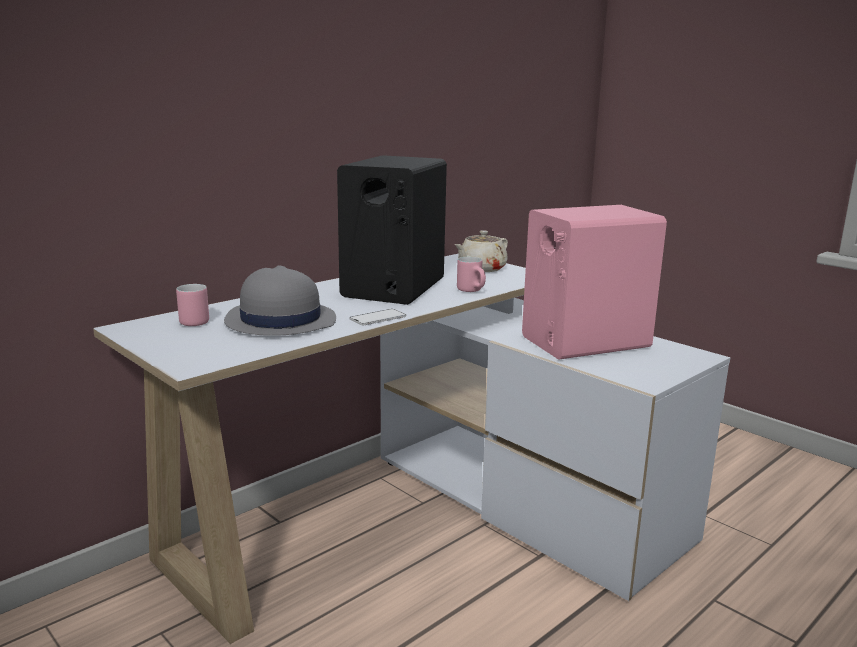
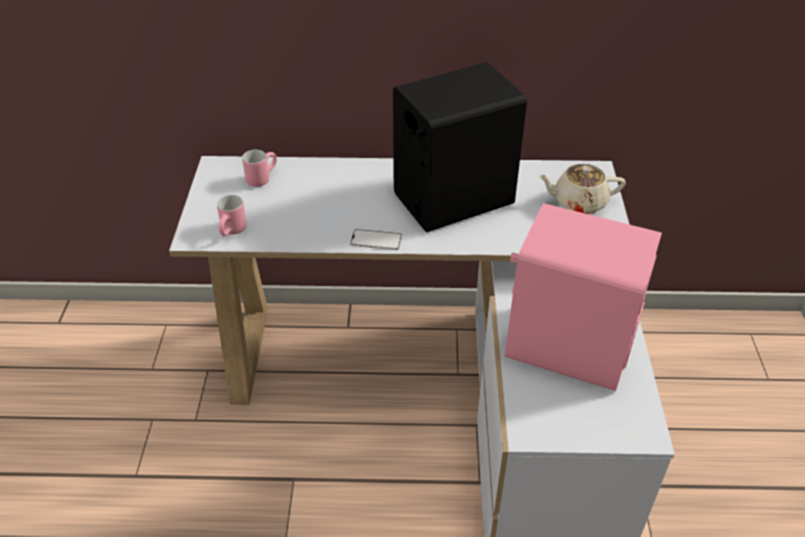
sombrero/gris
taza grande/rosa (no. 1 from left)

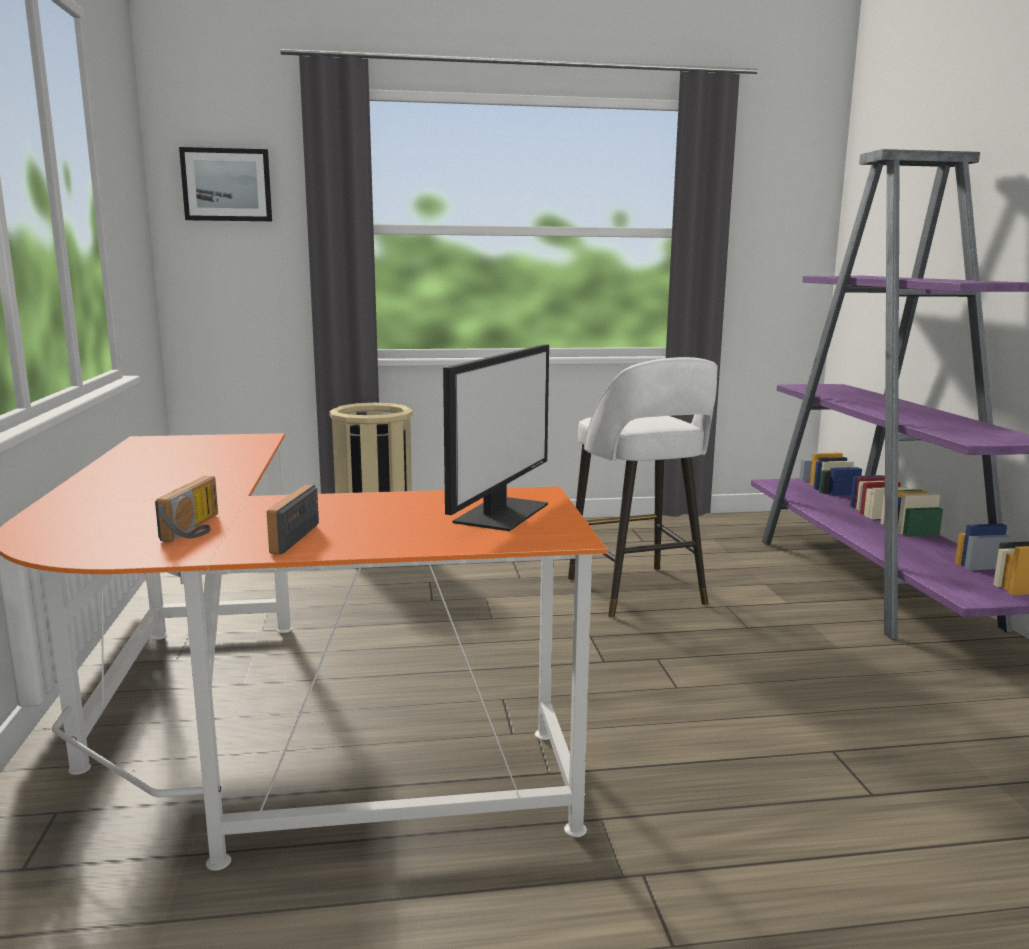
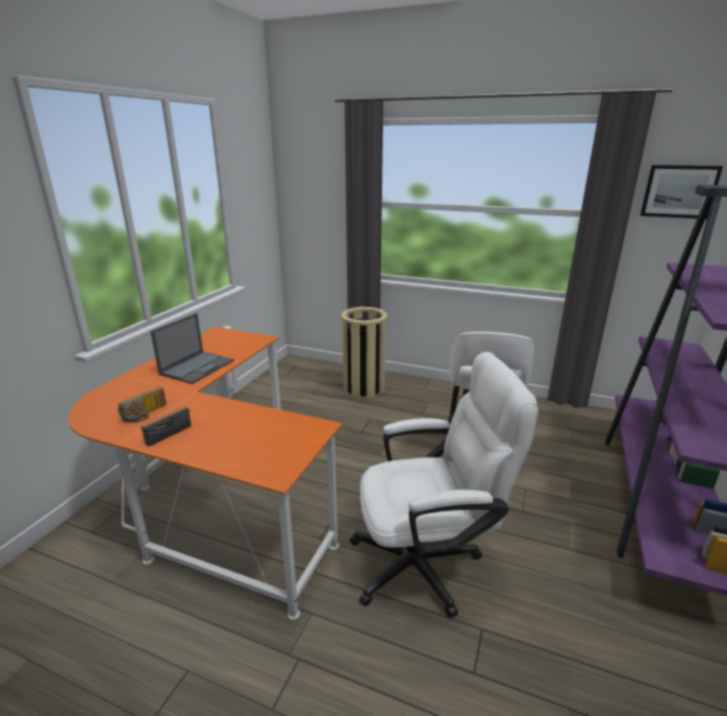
monitor
portátil
silla de oficina/blanco
cuadro

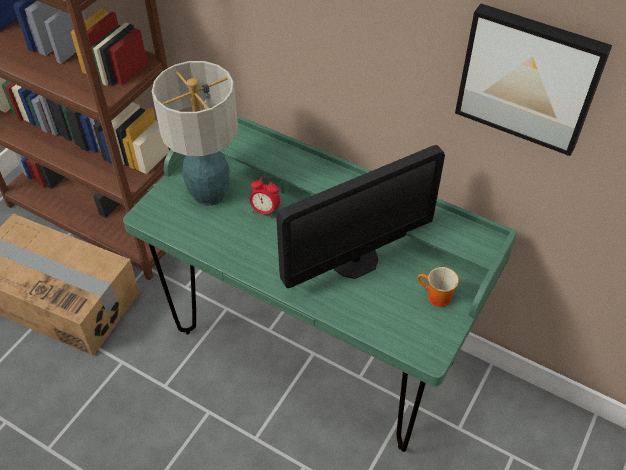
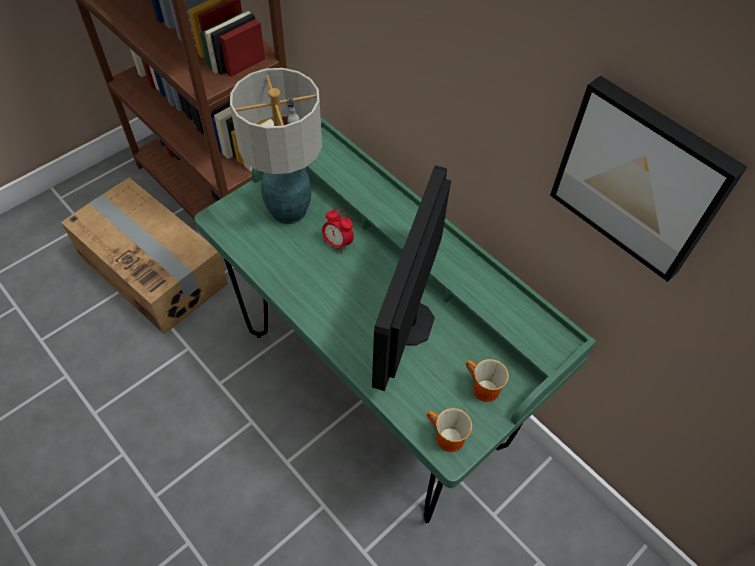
taza grande (no. 1 from left)
monitor

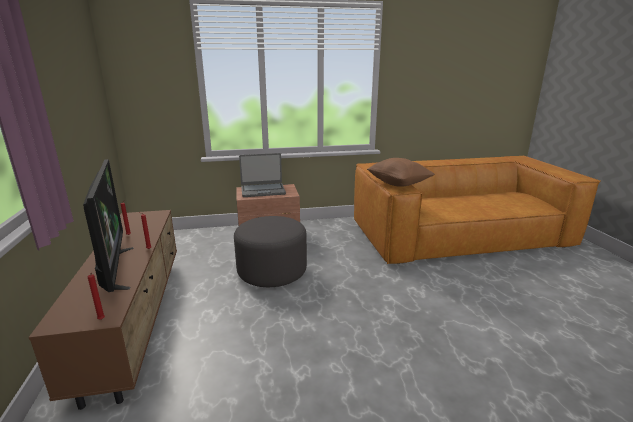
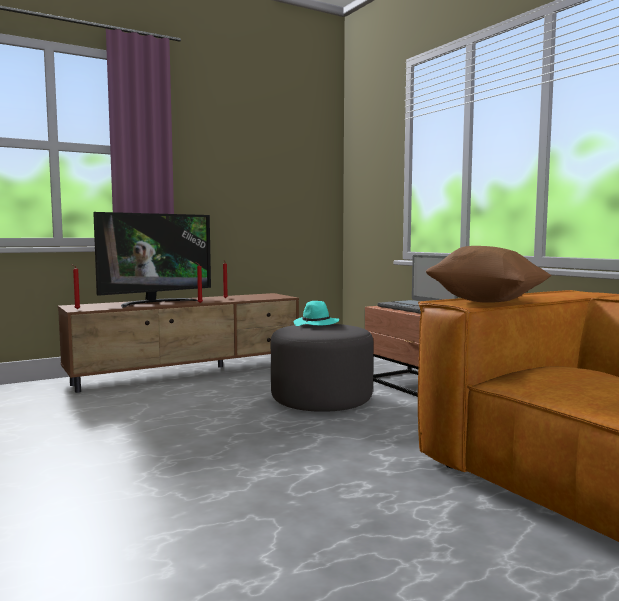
sombrero/turquesa

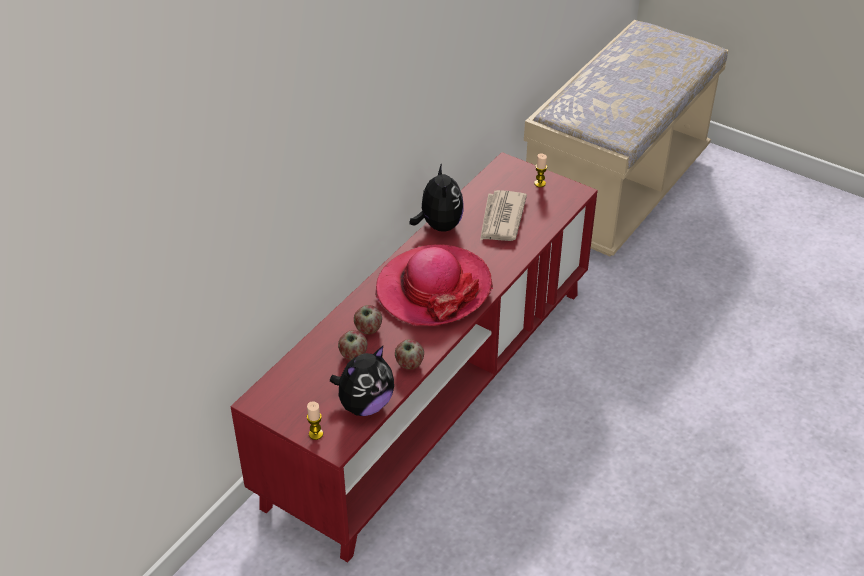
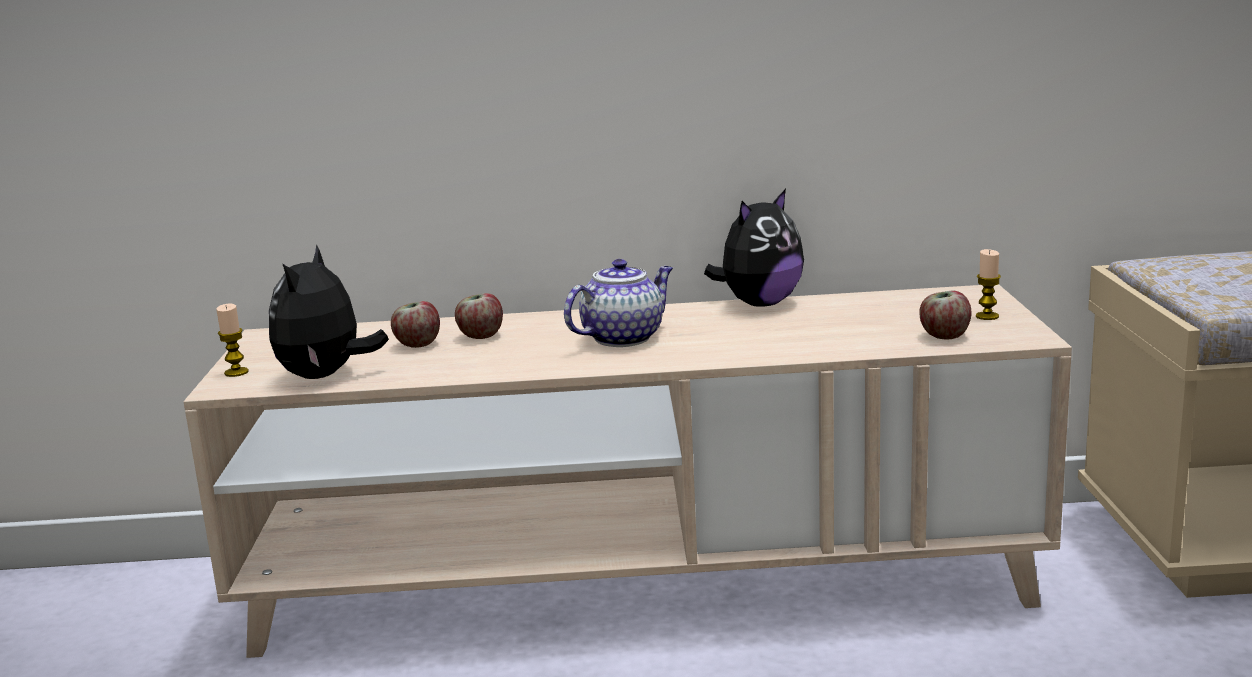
periódico
manzana (no. 3 from left)
tetera
mueble de televisión/beis
peluche (no. 1 from left)

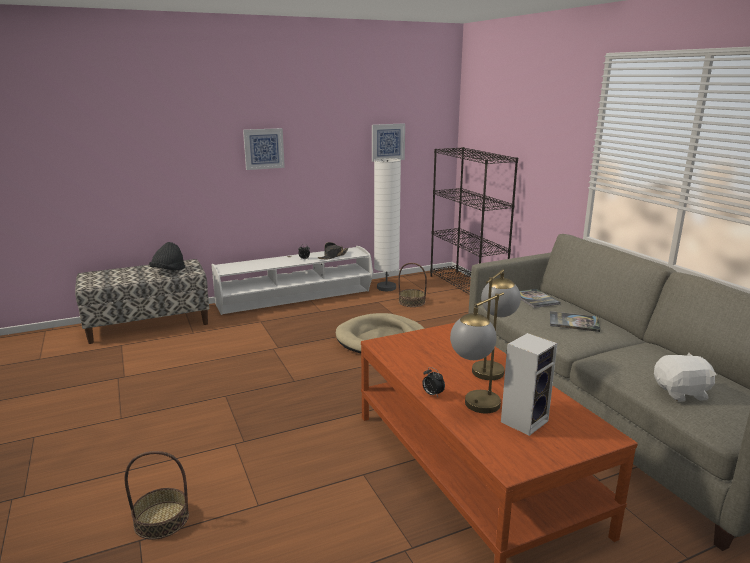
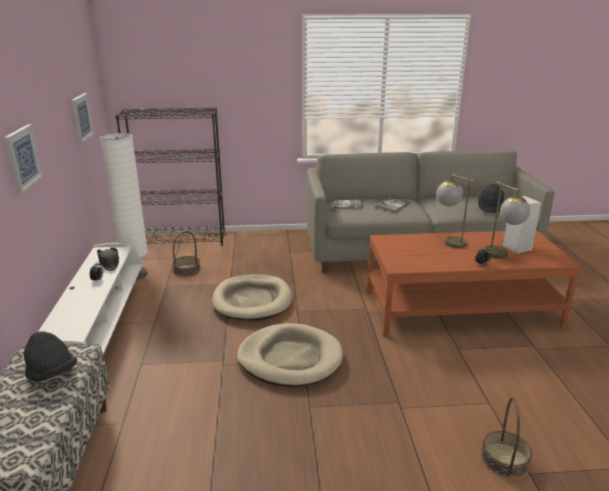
cama para perro/beis (no. 2 from left)
sombrero/negro (no. 3 from left)

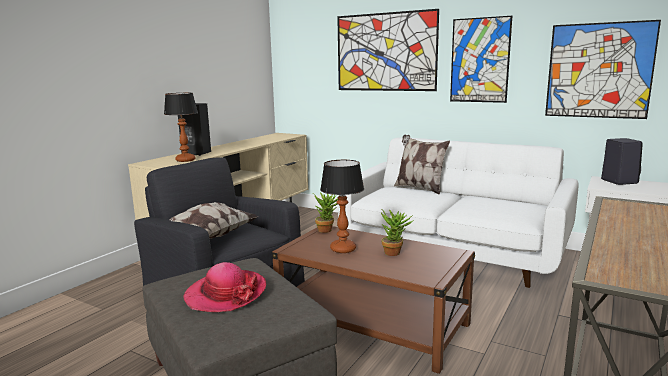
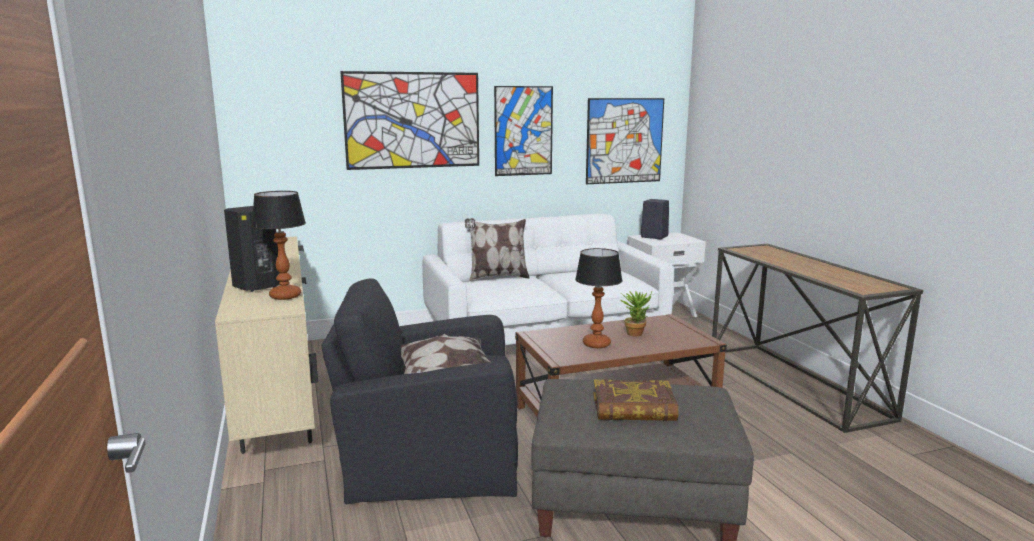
planta en maceta (no. 1 from left in the first image)
libro

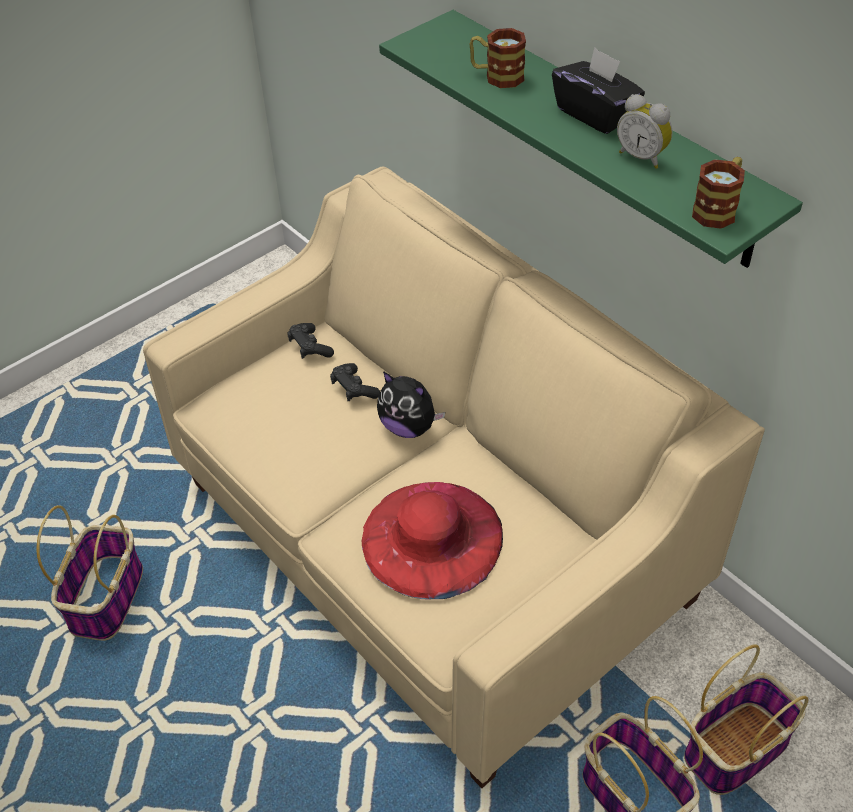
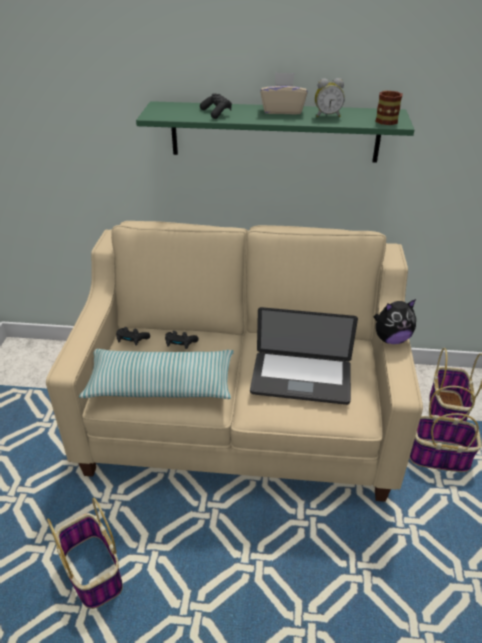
cojín
peluche
portátil
mando de consola/negro (no. 3 from left)
caja de pañuelos/beis

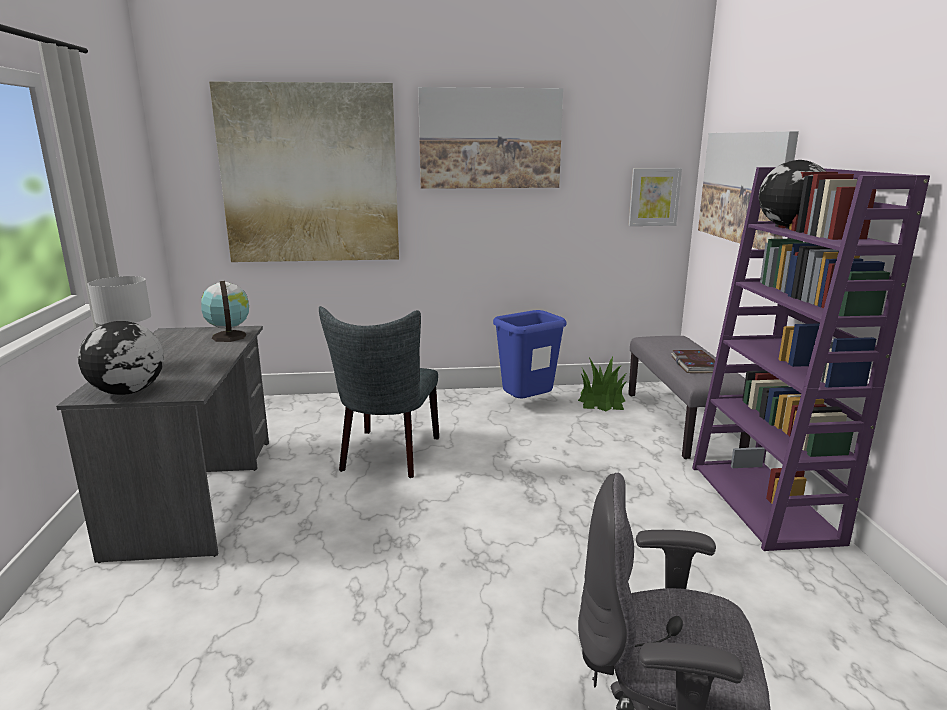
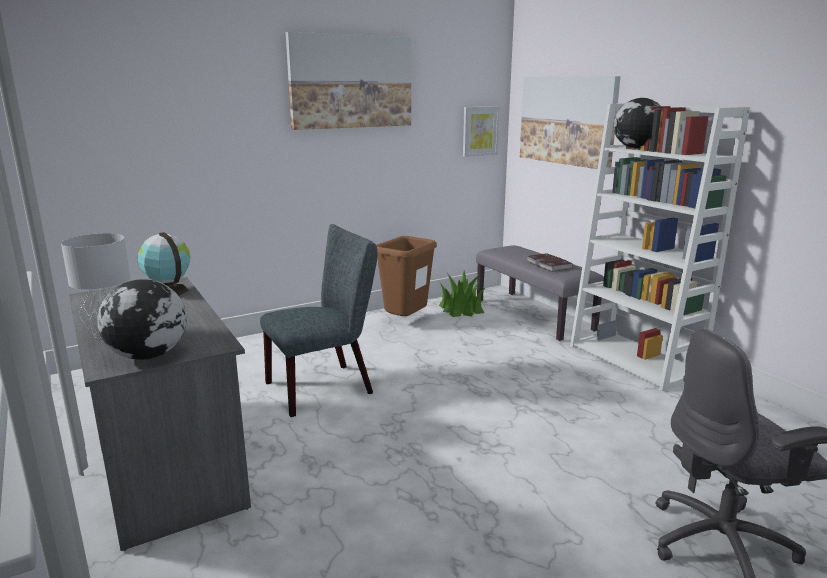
cuadro (no. 1 from left in the first image)
papelera/marrón
estantería/blanco
silla/gris

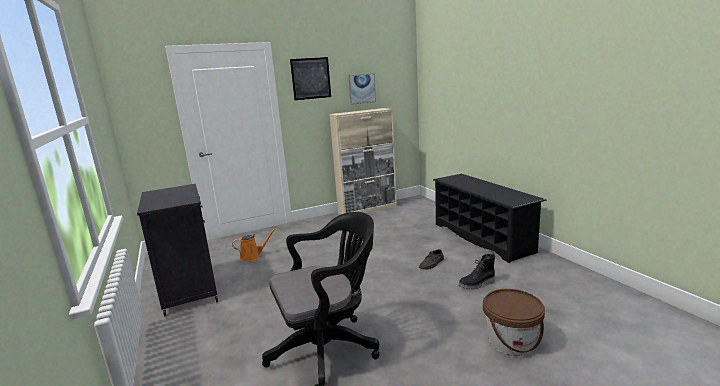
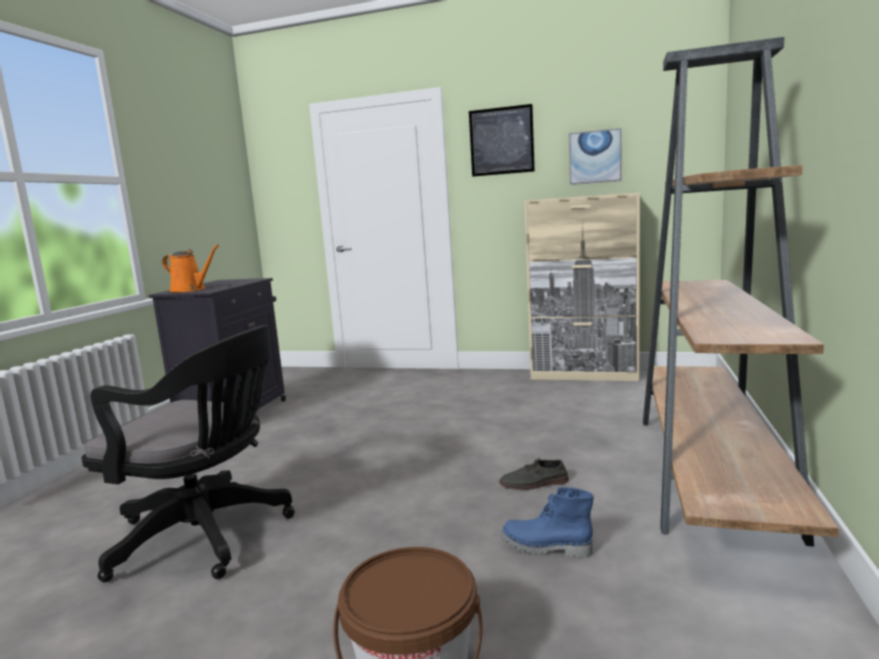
regadera/naranja
estantería/marrón
bota/azul

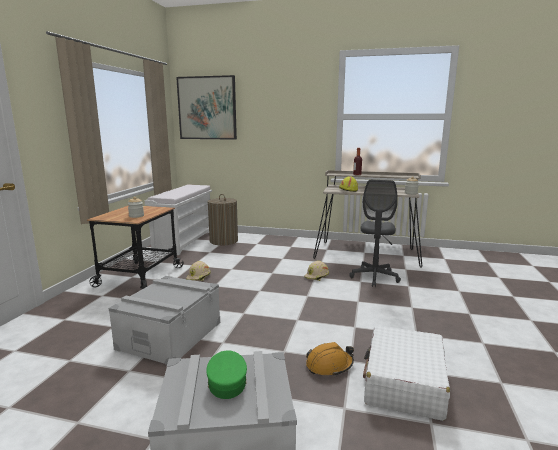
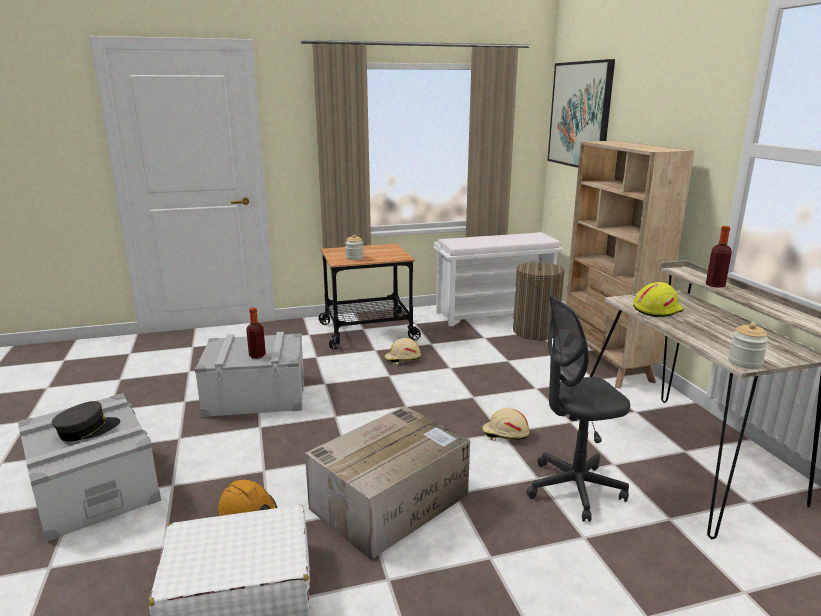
botella (no. 1 from left)
caja de cartón
estantería/beis
gorra/gris

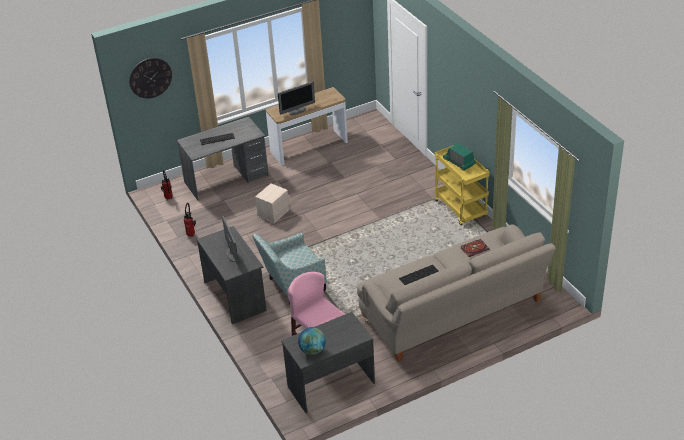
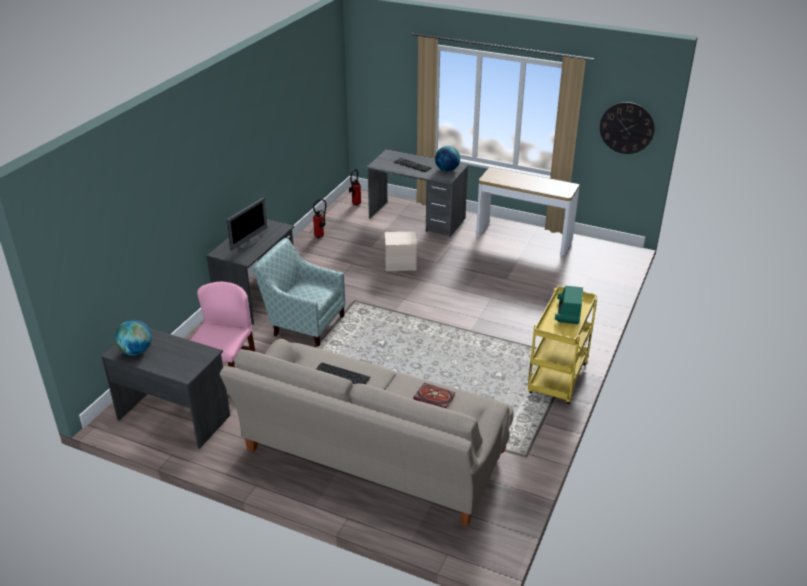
monitor (no. 2 from left in the first image)
globo terráqueo (no. 2 from left)
reloj de pared

